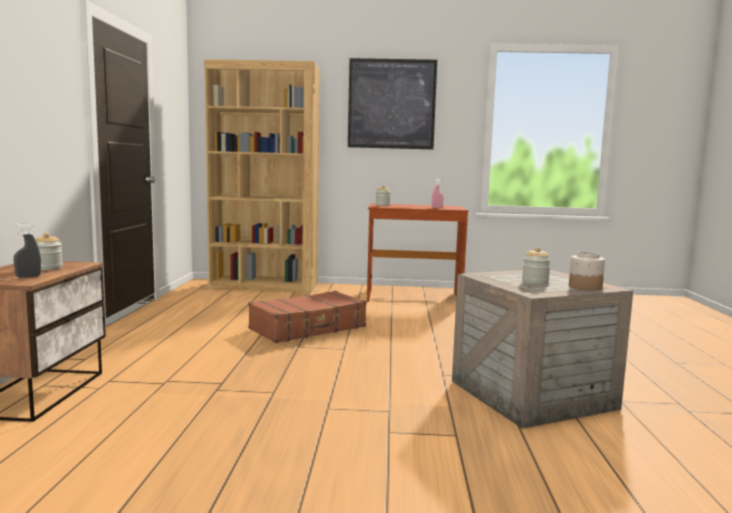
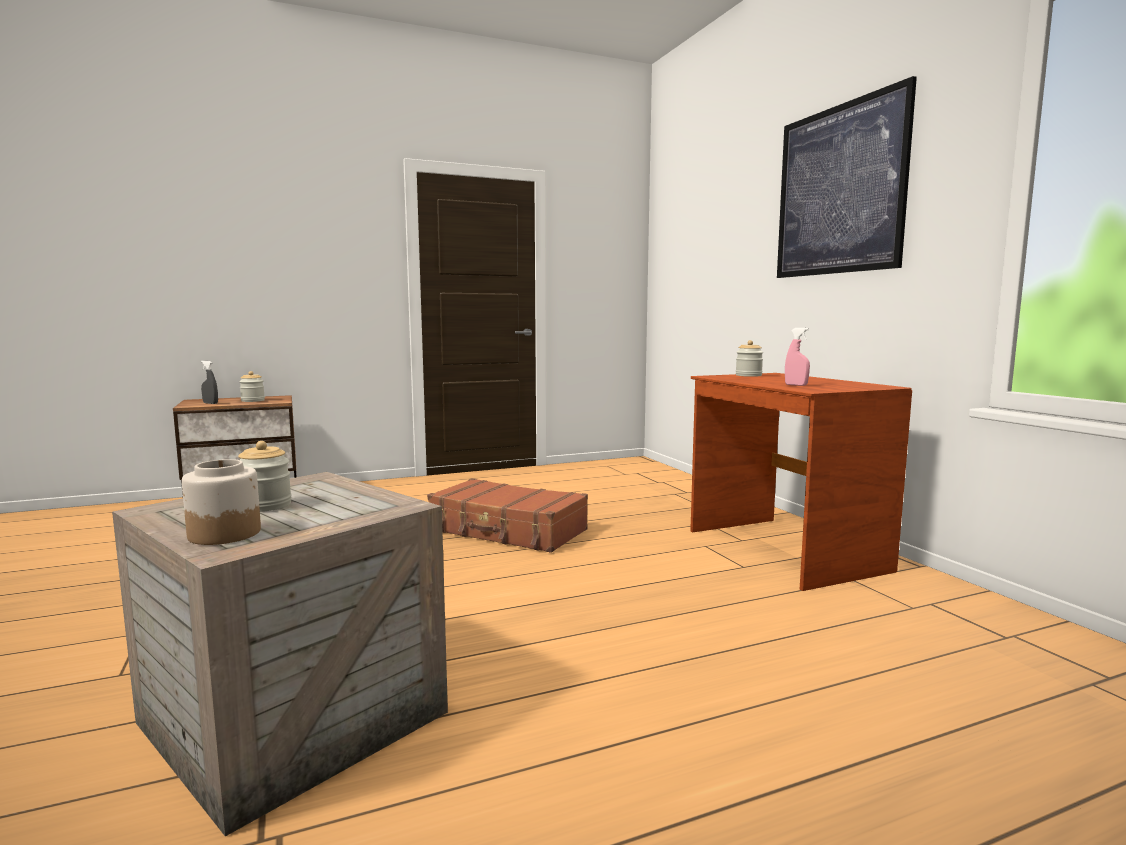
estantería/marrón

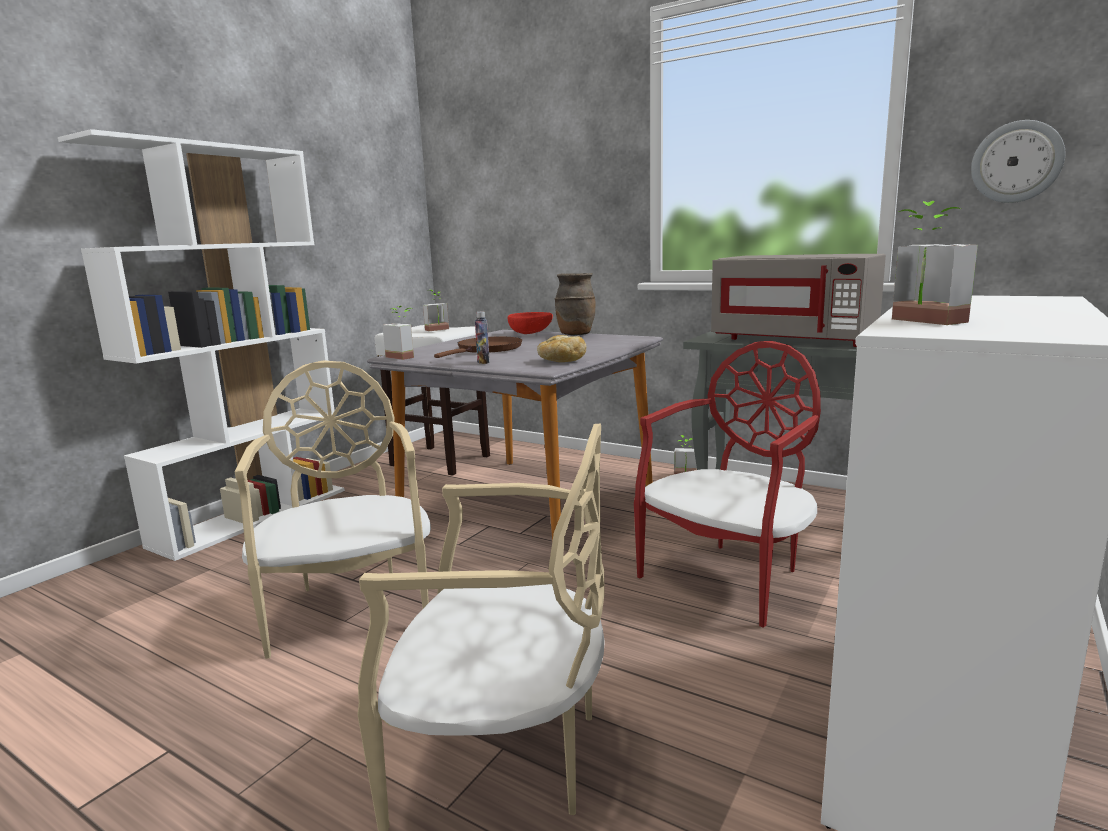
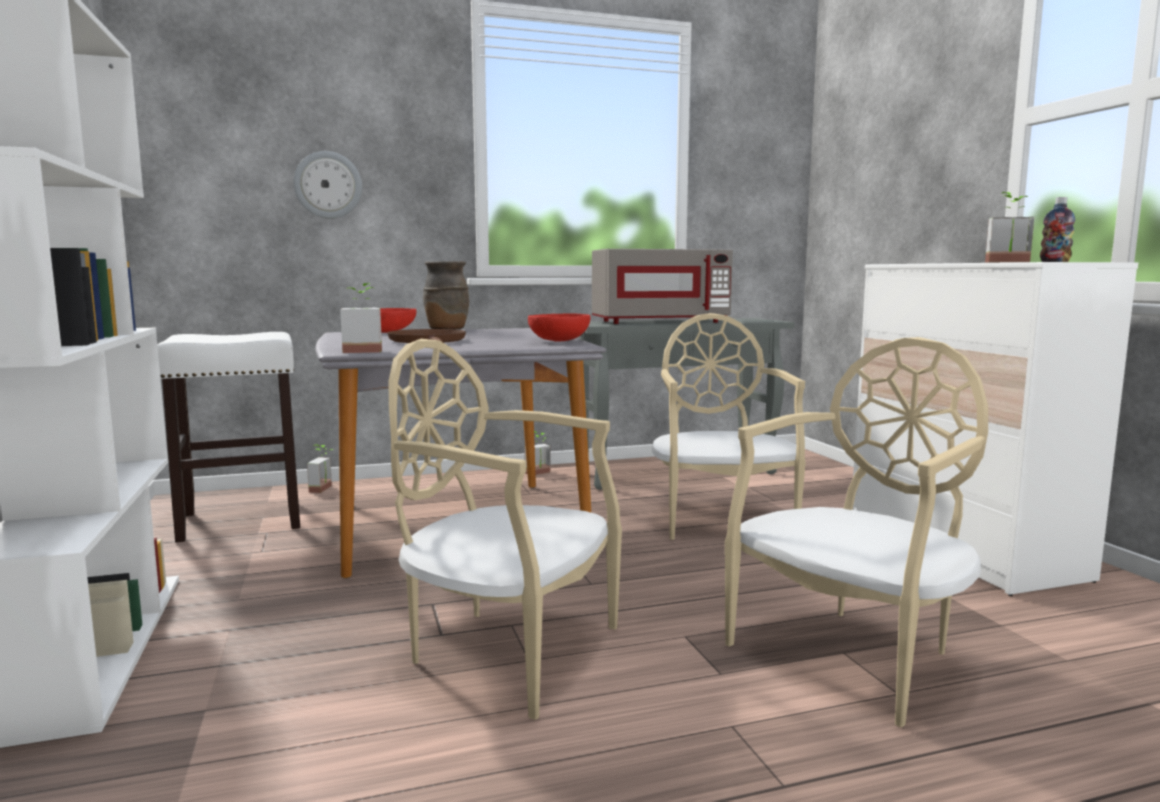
planta en maceta (no. 1 from left)
botella
reloj de pared
cuenco/rojo (no. 2 from left)
silla/beis (no. 2 from left)

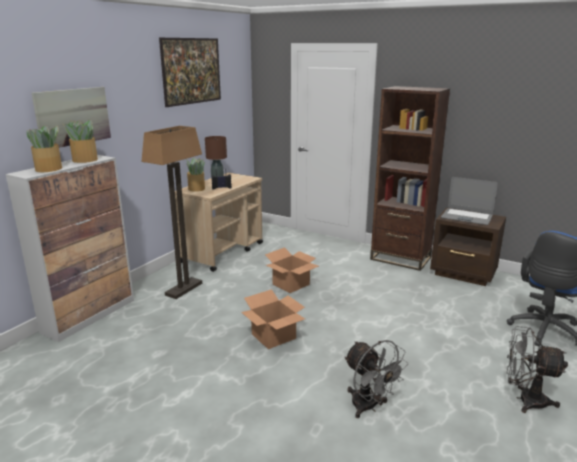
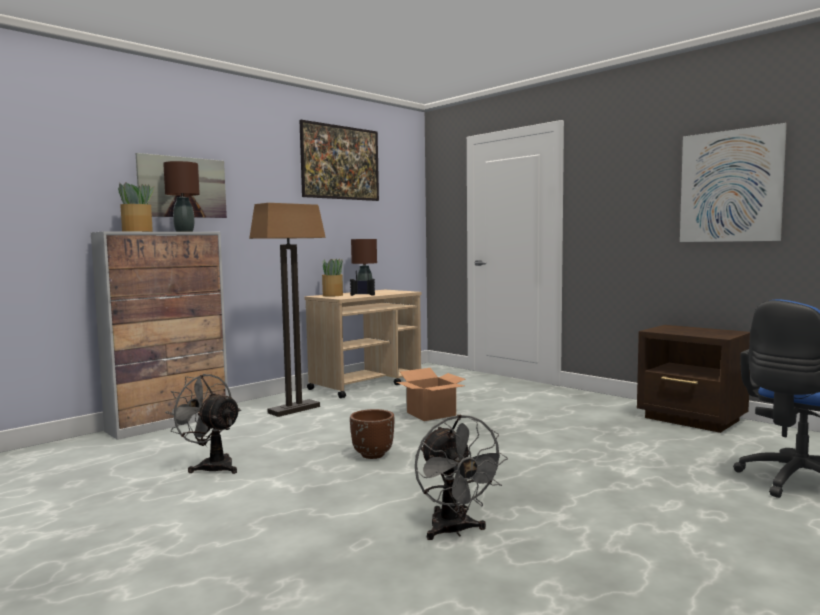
estantería/marrón
portátil
cuadro (no. 3 from left)
ventilador/gris (no. 1 from left)
lámpara de mesa/marrón (no. 1 from left)
maceta/marrón

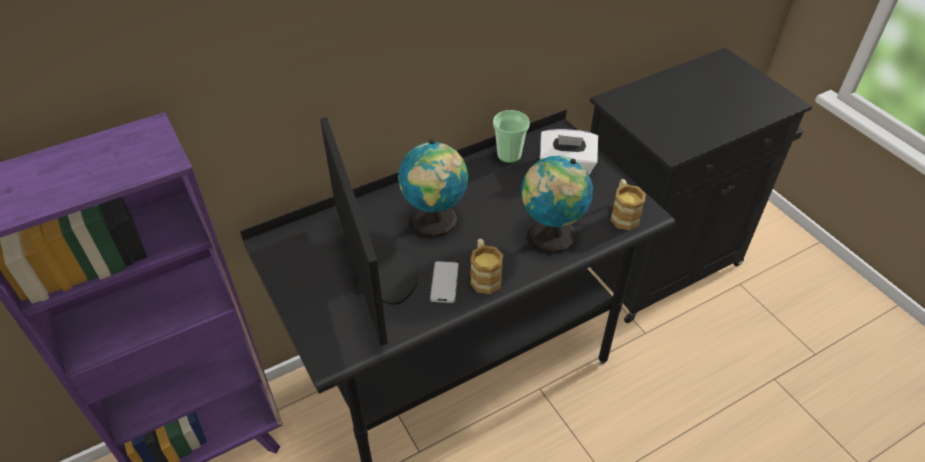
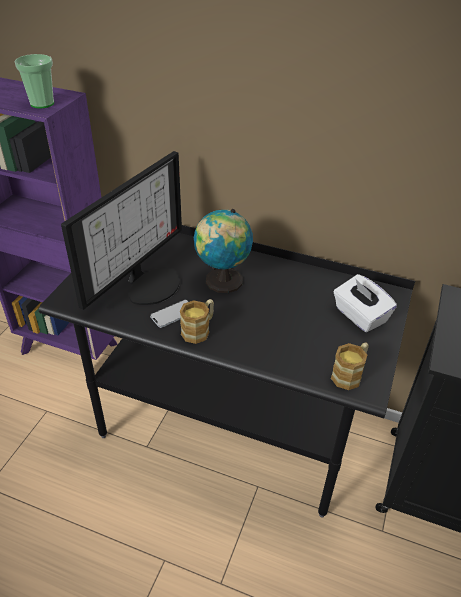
globo terráqueo (no. 2 from left in the first image)
taza

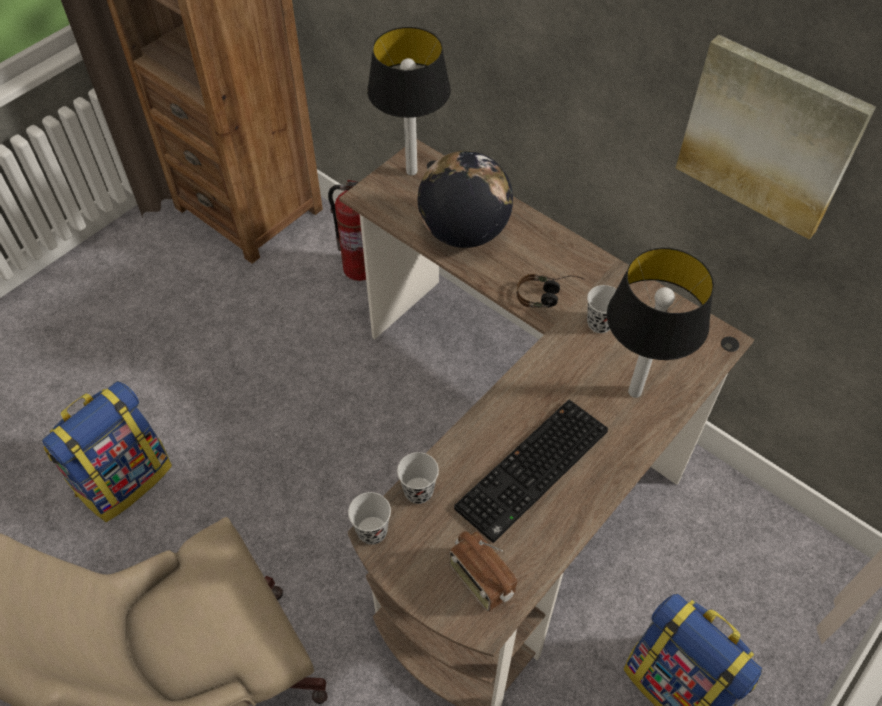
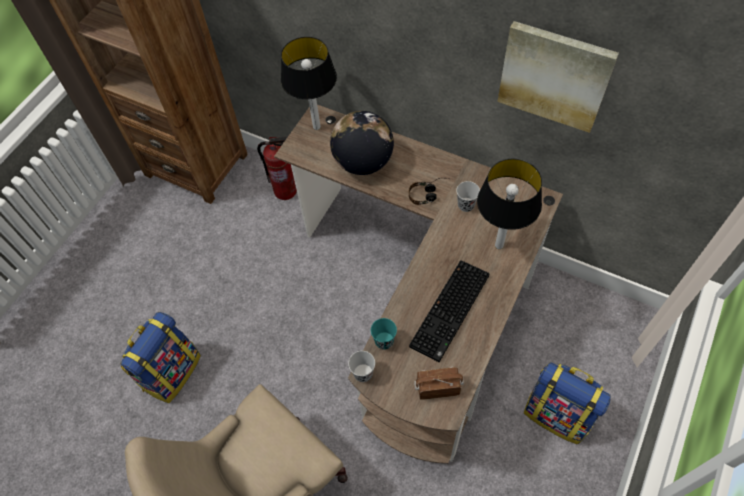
taza/turquesa
radio

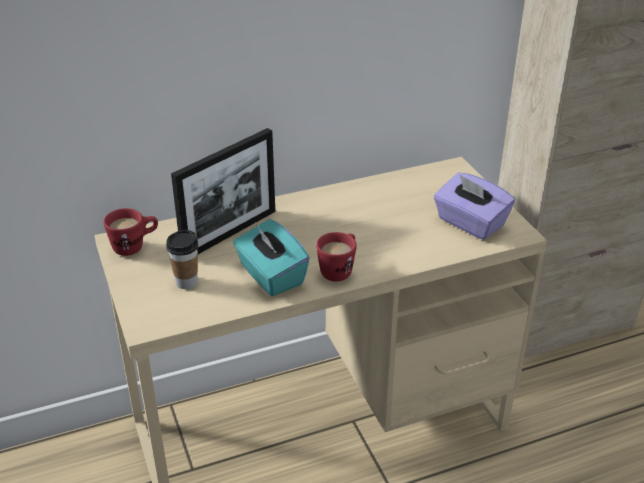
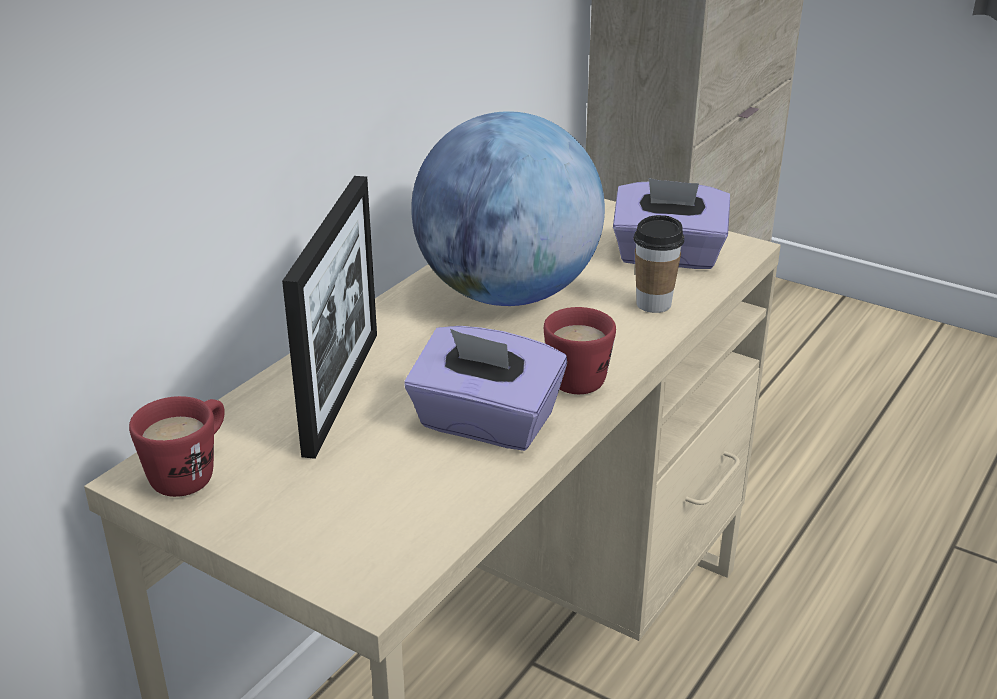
globo terráqueo
taza
caja de pañuelos/morado (no. 1 from left)

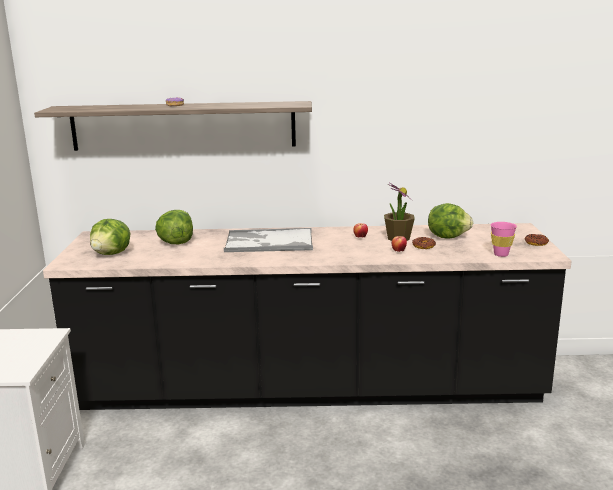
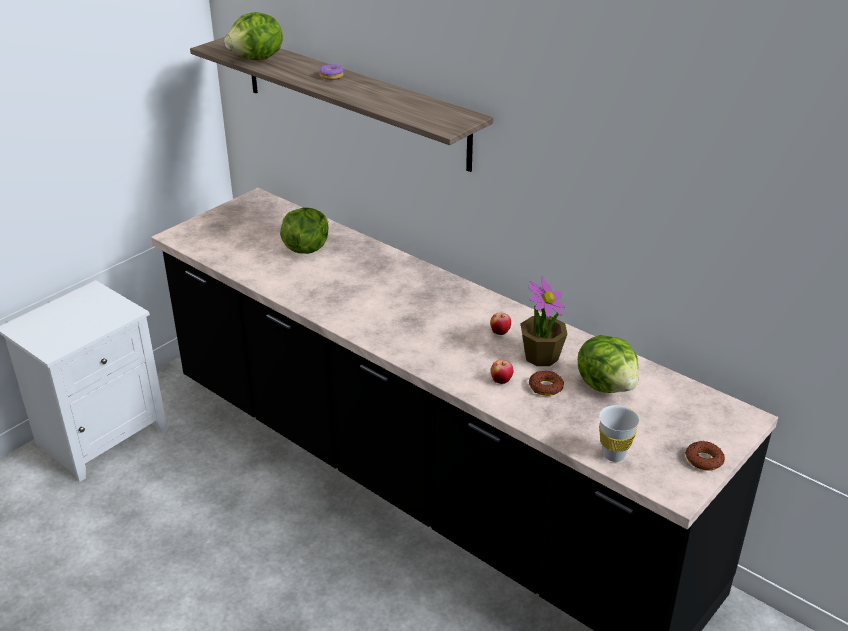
bandeja
lechuga (no. 1 from left)
taza/blanco

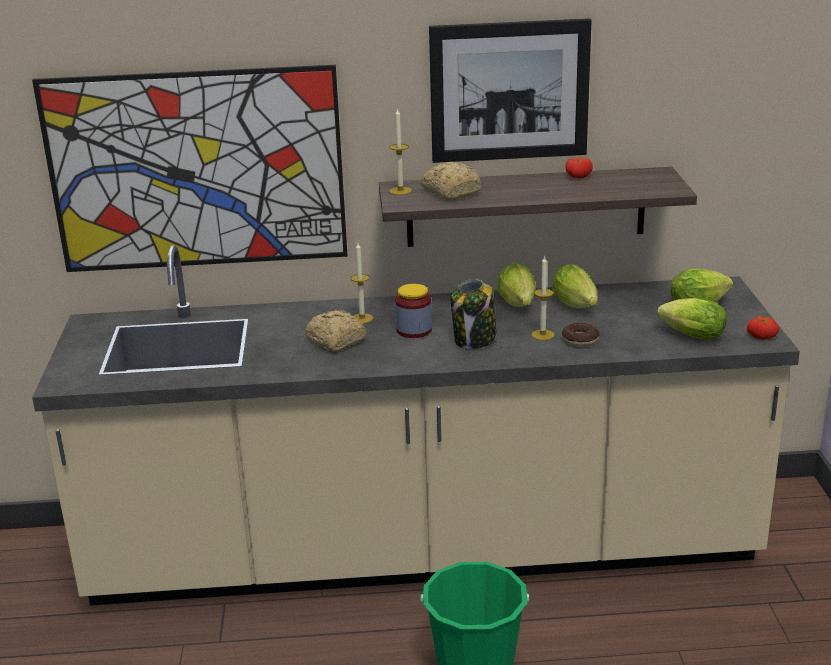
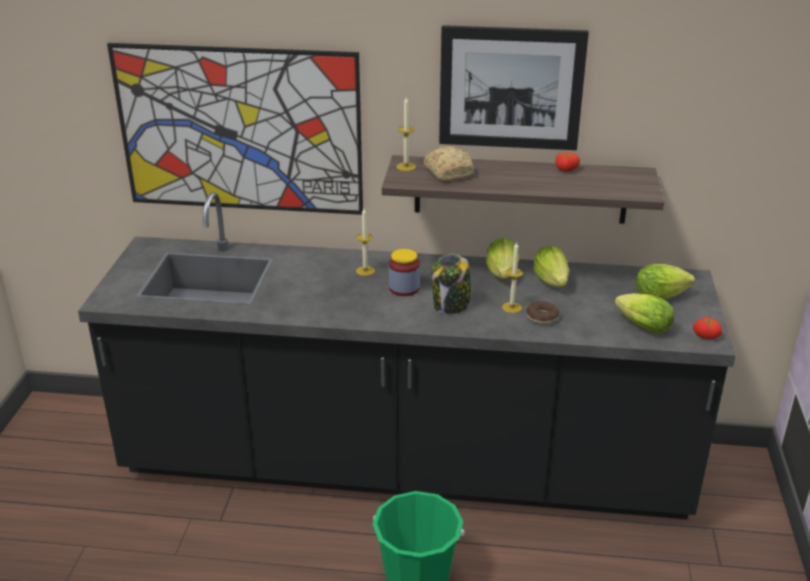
pan (no. 1 from left in the first image)
mueble bajo de cocina/negro

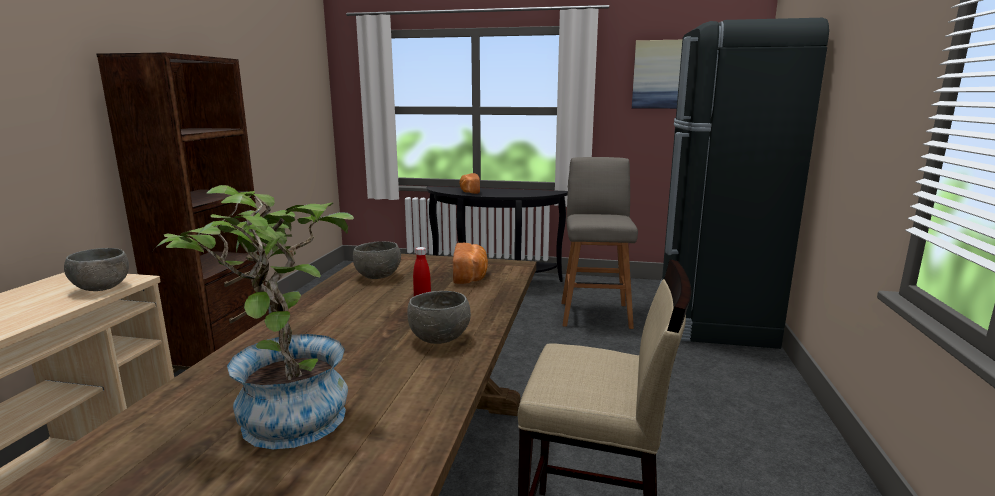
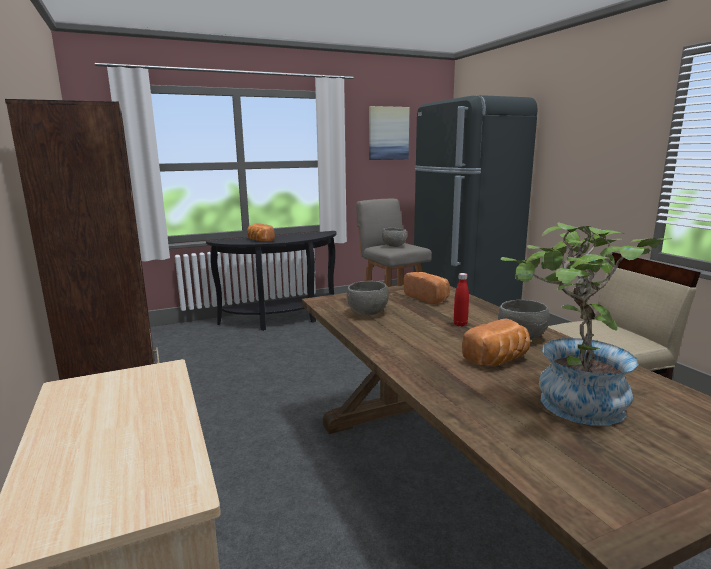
pan (no. 3 from left)
cuenco/gris (no. 2 from left)

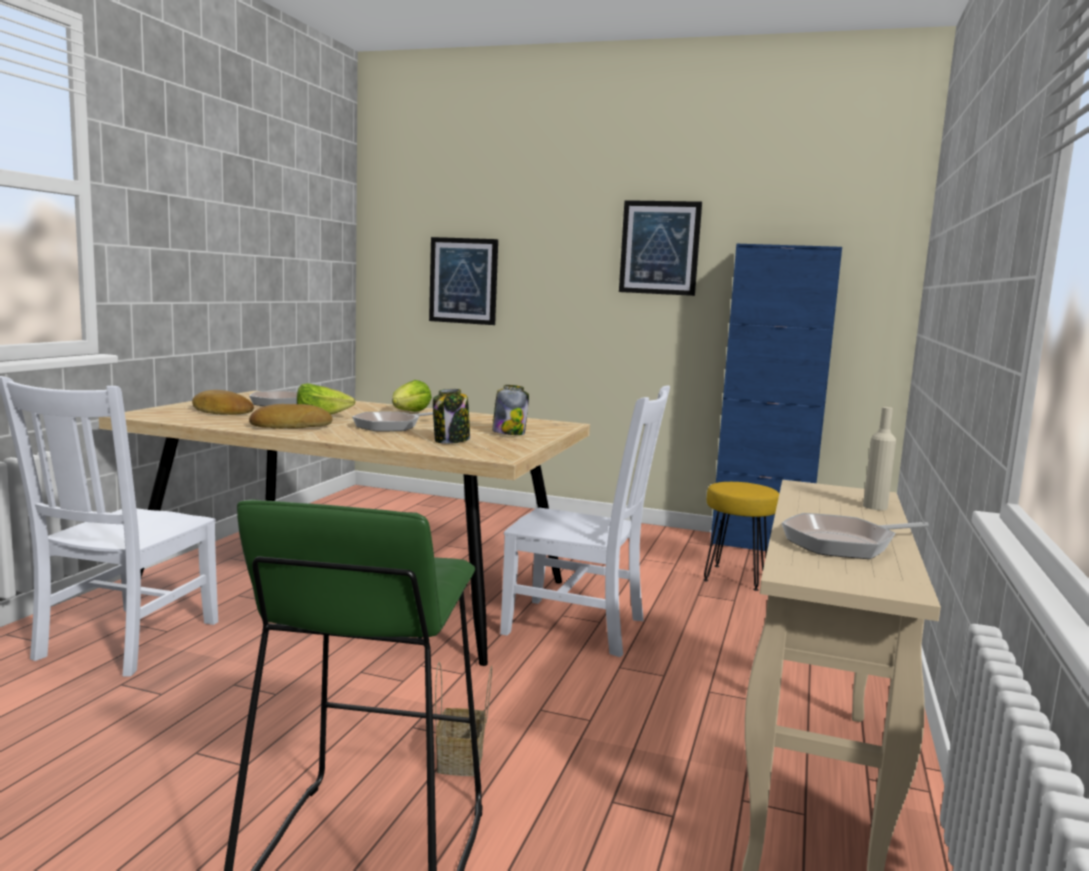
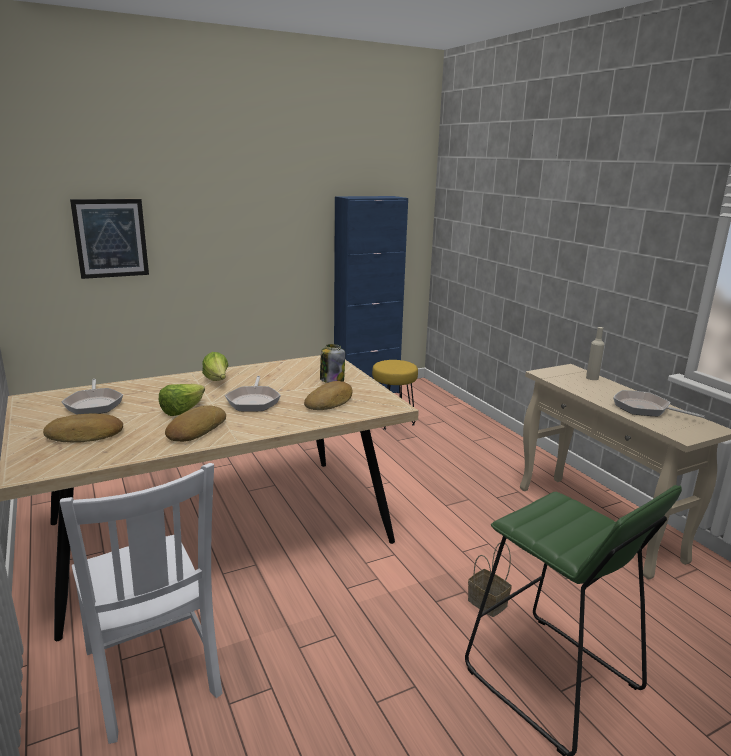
silla/blanco (no. 2 from left in the first image)
cuadro (no. 2 from left in the first image)
pan (no. 3 from left)
sartén (no. 3 from left)

